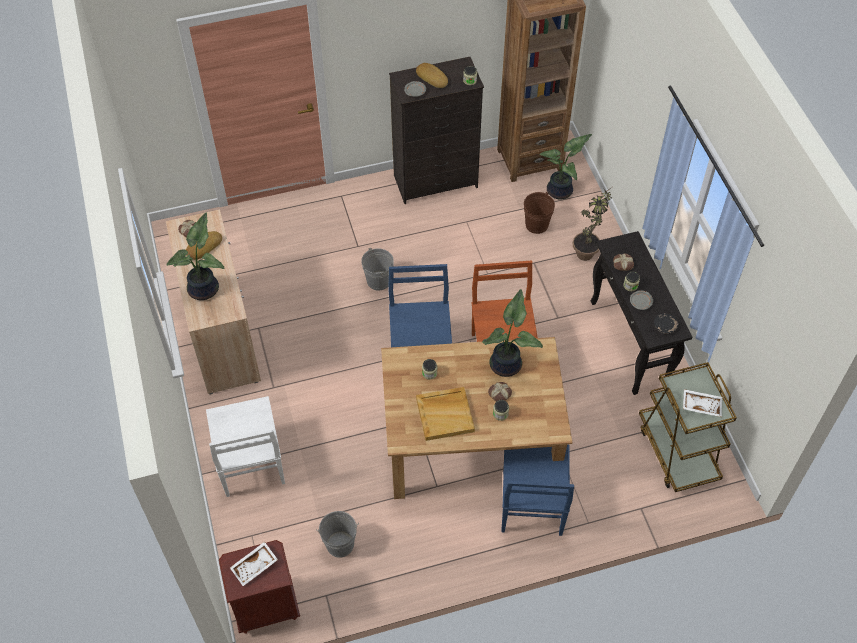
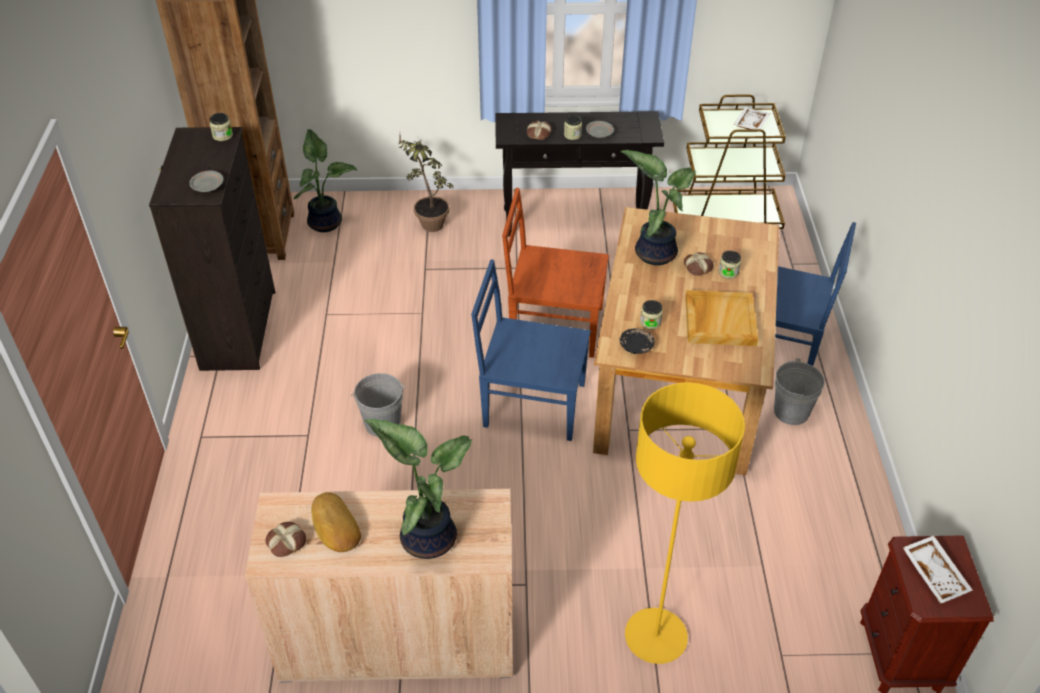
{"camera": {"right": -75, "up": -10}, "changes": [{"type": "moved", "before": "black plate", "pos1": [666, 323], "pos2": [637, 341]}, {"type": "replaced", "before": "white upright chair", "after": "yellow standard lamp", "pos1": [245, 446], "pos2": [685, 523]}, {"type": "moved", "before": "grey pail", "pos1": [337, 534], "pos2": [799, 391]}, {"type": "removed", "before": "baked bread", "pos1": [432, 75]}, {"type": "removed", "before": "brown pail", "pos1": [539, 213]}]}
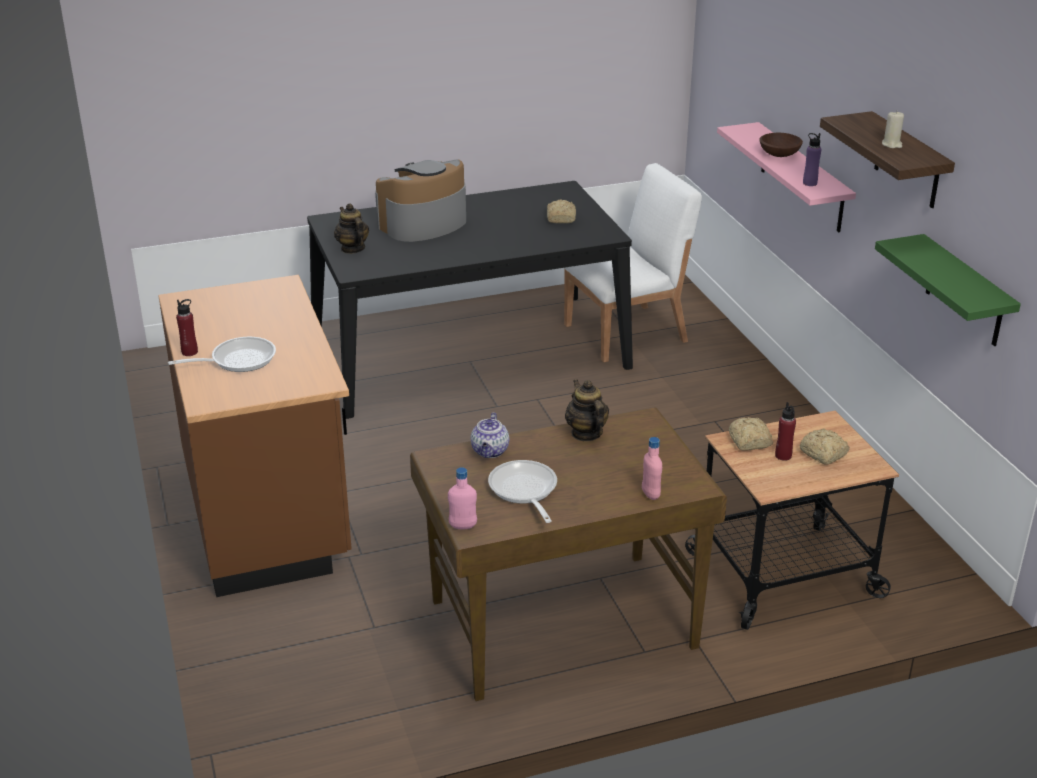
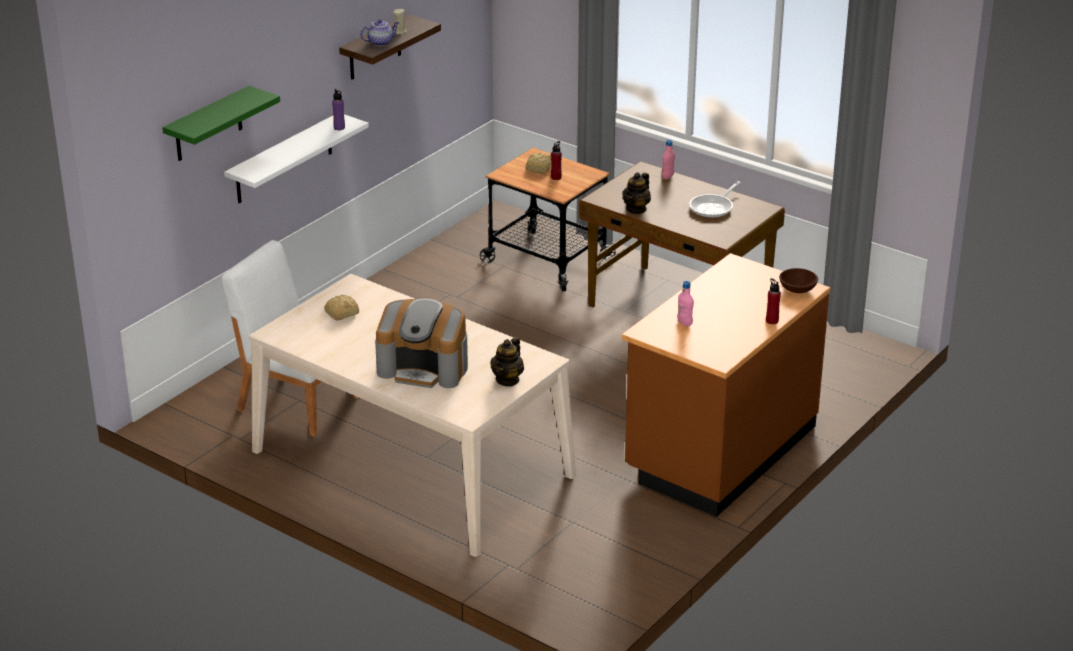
{"camera": {"right": -125, "up": 0}, "changes": [{"type": "moved", "before": "greenish shelf", "pos1": [948, 290], "pos2": [221, 123]}, {"type": "recoloured", "before": "pink-coloured shelf", "after": "white shelf", "pos1": [786, 177], "pos2": [296, 158]}, {"type": "recoloured", "before": "black kitchen table", "after": "beige-coloured kitchen table", "pos1": [470, 300], "pos2": [412, 415]}, {"type": "moved", "before": "pot for tea", "pos1": [490, 435], "pos2": [379, 32]}, {"type": "moved", "before": "pink-coloured beverage bottle", "pos1": [462, 498], "pos2": [685, 303]}, {"type": "moved", "before": "brown deep dish", "pos1": [781, 145], "pos2": [798, 280]}, {"type": "removed", "before": "frying pan", "pos1": [222, 354]}, {"type": "removed", "before": "baked bread", "pos1": [750, 434]}]}
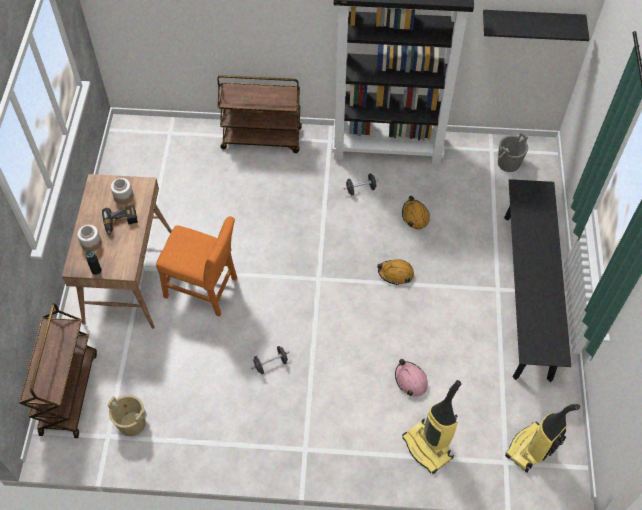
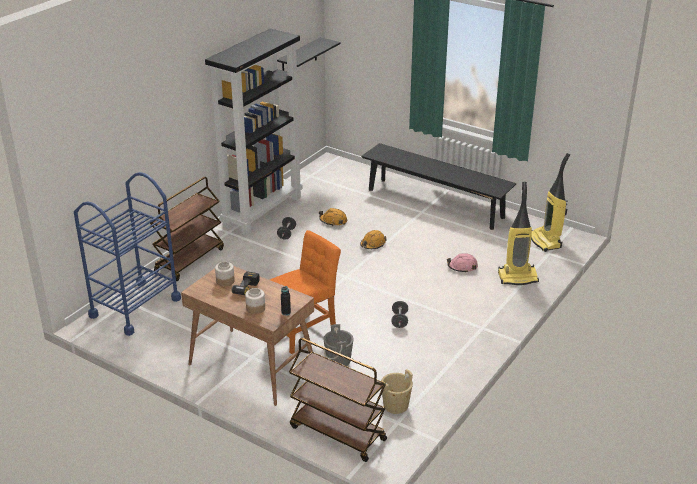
{"camera": {"right": -60, "up": -25}, "changes": [{"type": "added", "after": "blue trolley", "pos2": [127, 254]}, {"type": "moved", "before": "grey pail", "pos1": [512, 152], "pos2": [338, 345]}]}
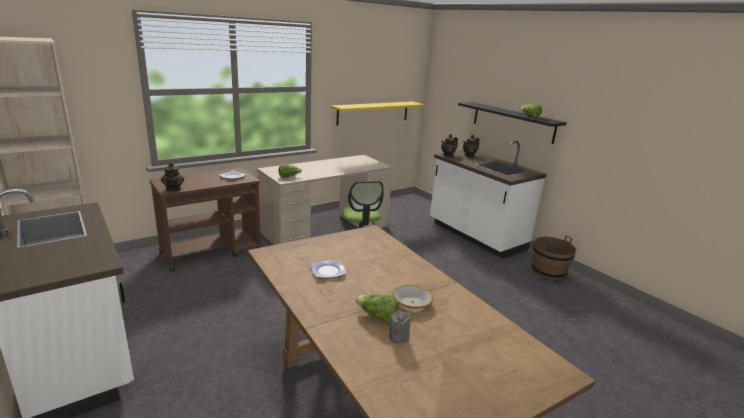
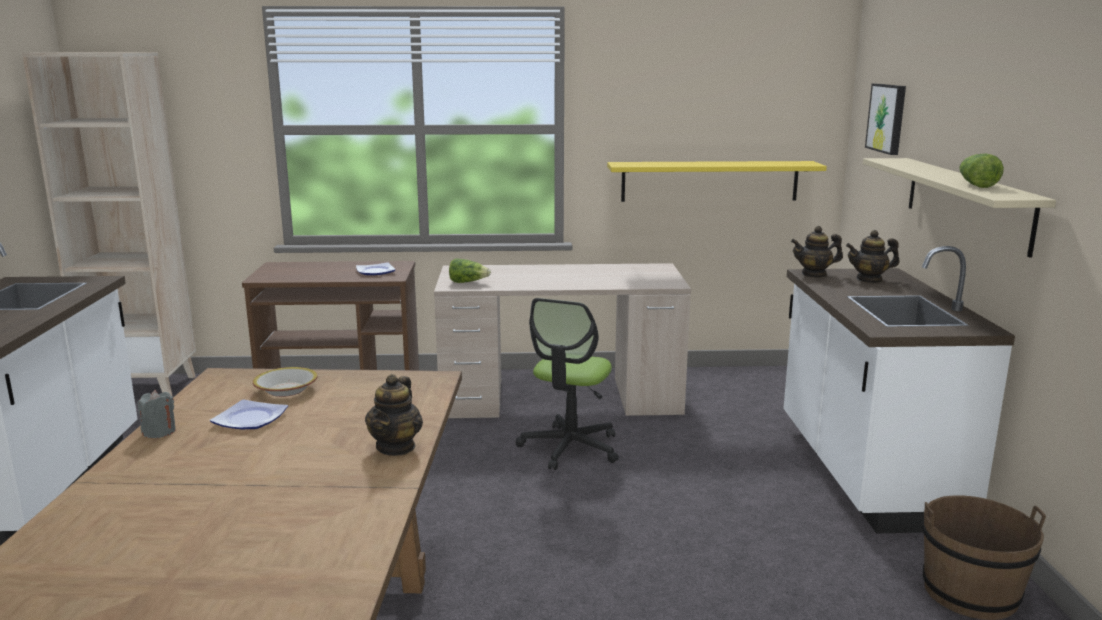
{"camera": {"right": 35, "up": -5}, "changes": [{"type": "moved", "before": "grey candle", "pos1": [400, 327], "pos2": [157, 414]}, {"type": "moved", "before": "deep dish", "pos1": [412, 297], "pos2": [285, 382]}, {"type": "moved", "before": "pot for tea", "pos1": [172, 177], "pos2": [394, 415]}, {"type": "recoloured", "before": "black shelf", "after": "beige-coloured shelf", "pos1": [512, 123], "pos2": [959, 208]}, {"type": "added", "after": "wall art", "pos2": [885, 119]}, {"type": "removed", "before": "lettuce", "pos1": [377, 308]}]}
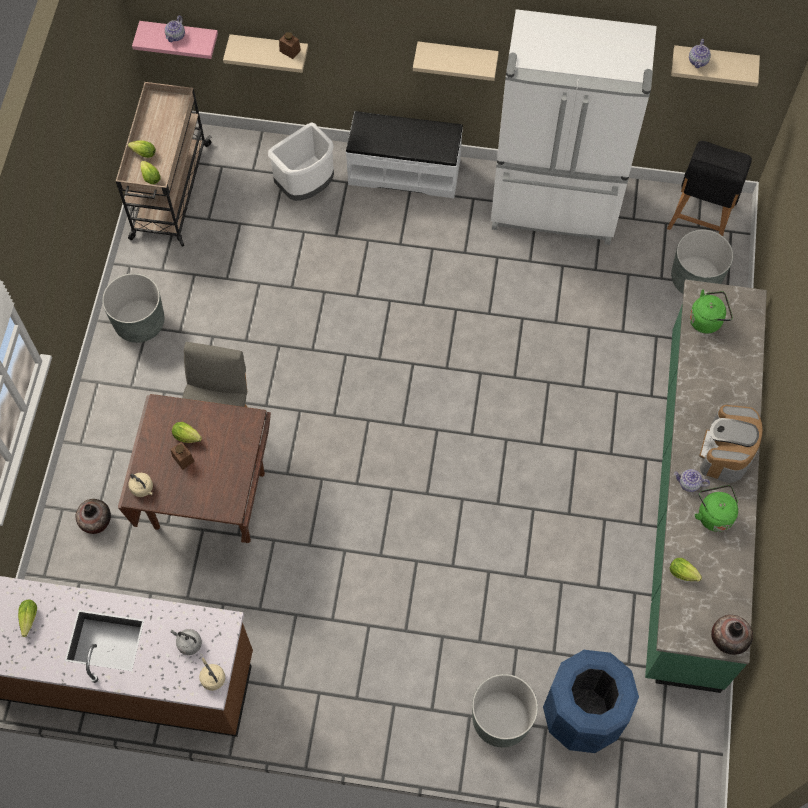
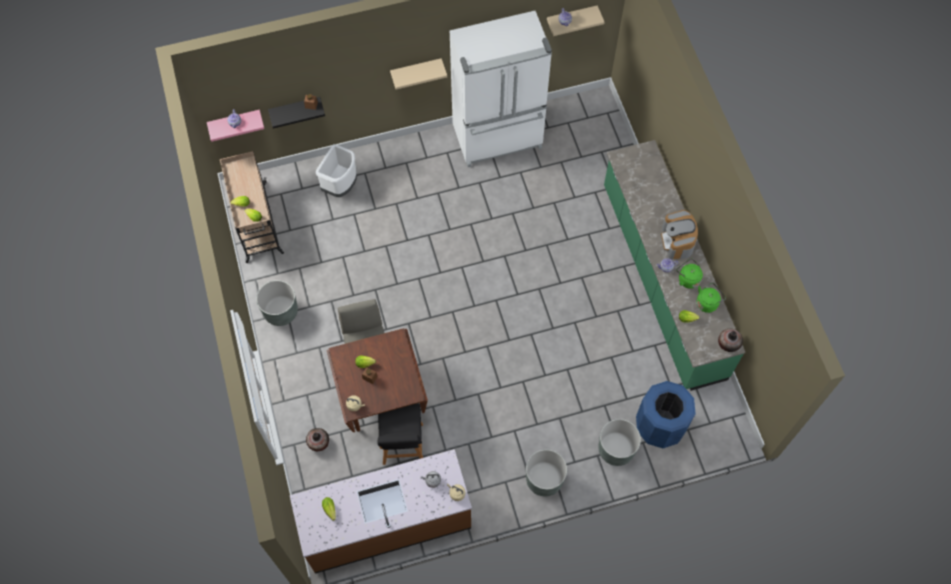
{"camera": {"right": -25, "up": 0}, "changes": [{"type": "recoloured", "before": "beige-coloured shelf", "after": "black shelf", "pos1": [265, 53], "pos2": [296, 113]}, {"type": "moved", "before": "black upright chair", "pos1": [709, 188], "pos2": [400, 434]}, {"type": "moved", "before": "grey planter", "pos1": [702, 262], "pos2": [546, 472]}, {"type": "moved", "before": "greenish kettle", "pos1": [711, 311], "pos2": [711, 298]}, {"type": "removed", "before": "white bench", "pos1": [404, 155]}]}
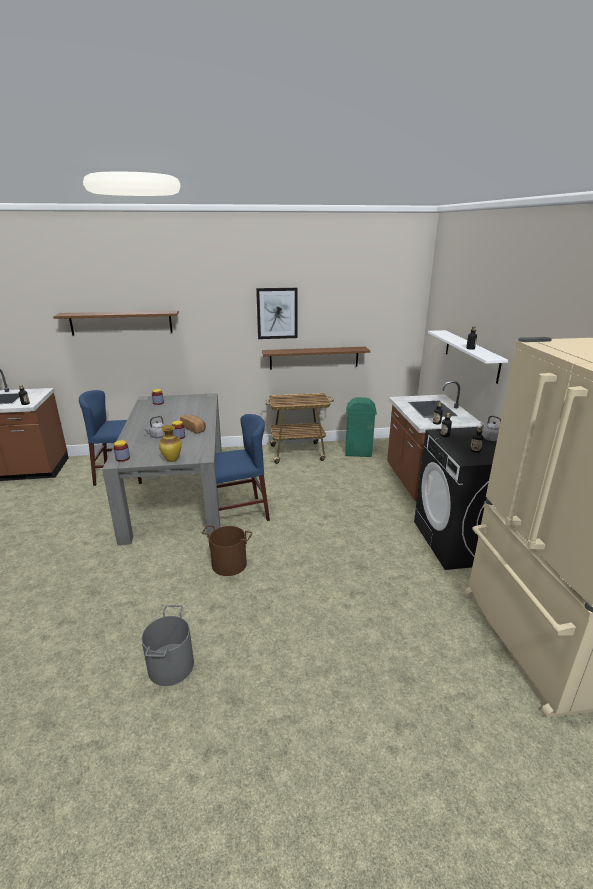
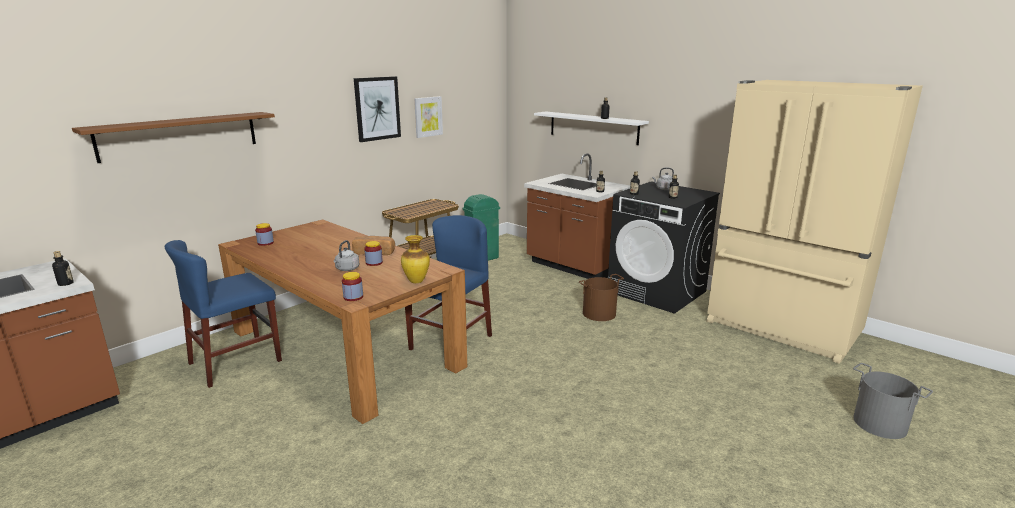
{"camera": {"right": -40, "up": -5}, "changes": [{"type": "recoloured", "before": "grey kitchen table", "after": "brown kitchen table", "pos1": [162, 469], "pos2": [342, 322]}, {"type": "added", "after": "wall art", "pos2": [428, 117]}, {"type": "moved", "before": "brown pail", "pos1": [227, 550], "pos2": [601, 297]}, {"type": "moved", "before": "grey pail", "pos1": [168, 645], "pos2": [893, 401]}, {"type": "removed", "before": "brown shelf", "pos1": [316, 358]}]}
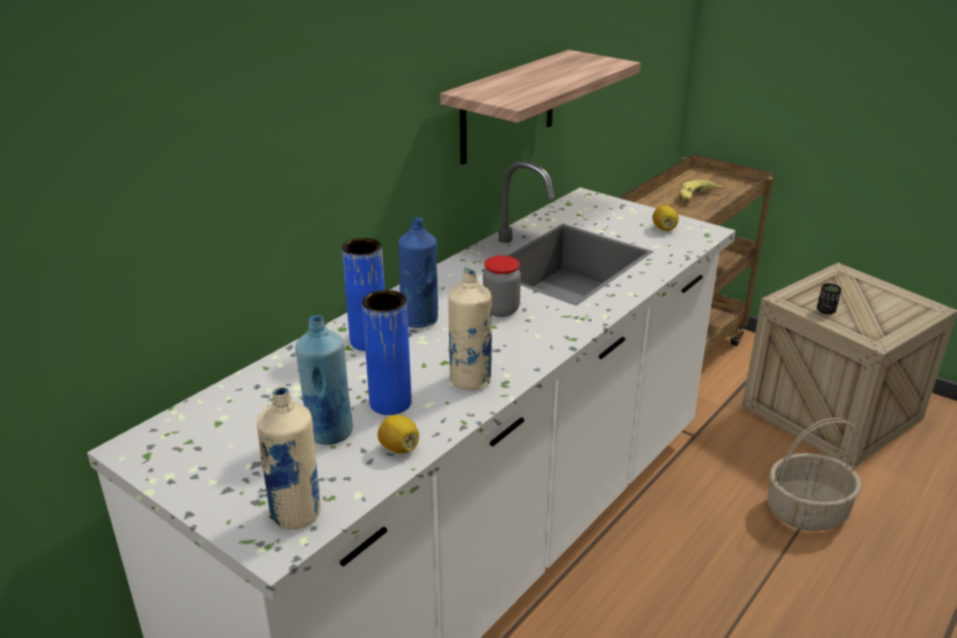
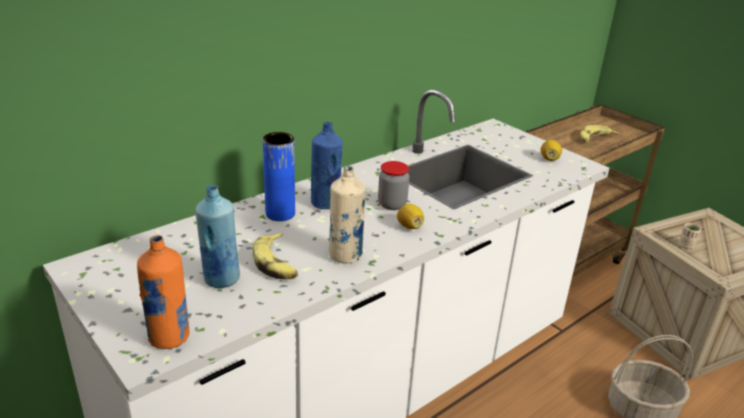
{"camera": {"right": 10, "up": 0}, "changes": [{"type": "recoloured", "before": "beige-coloured beverage bottle", "after": "orange beverage bottle", "pos1": [289, 458], "pos2": [163, 292]}, {"type": "replaced", "before": "blue flower vase", "after": "banana", "pos1": [387, 352], "pos2": [275, 256]}, {"type": "moved", "before": "citrus fruit", "pos1": [398, 434], "pos2": [410, 216]}, {"type": "recoloured", "before": "black small cup", "after": "beige-coloured small cup", "pos1": [829, 299], "pos2": [690, 236]}, {"type": "removed", "before": "shelf", "pos1": [540, 107]}]}
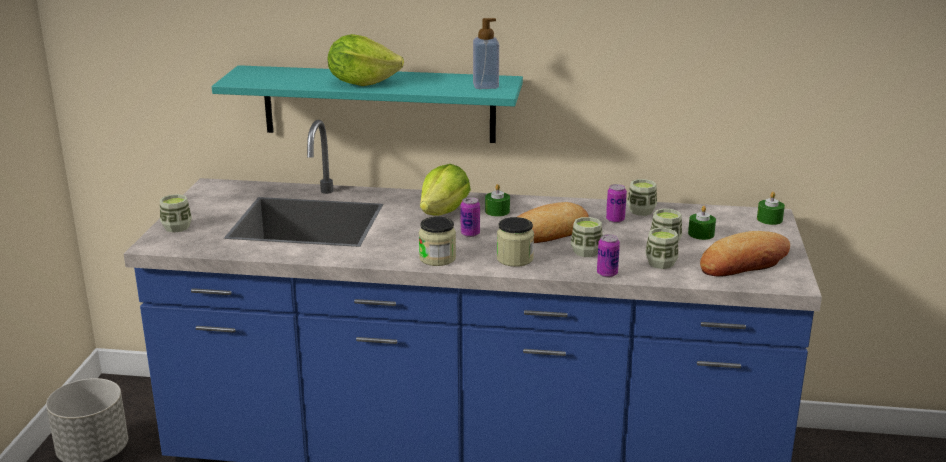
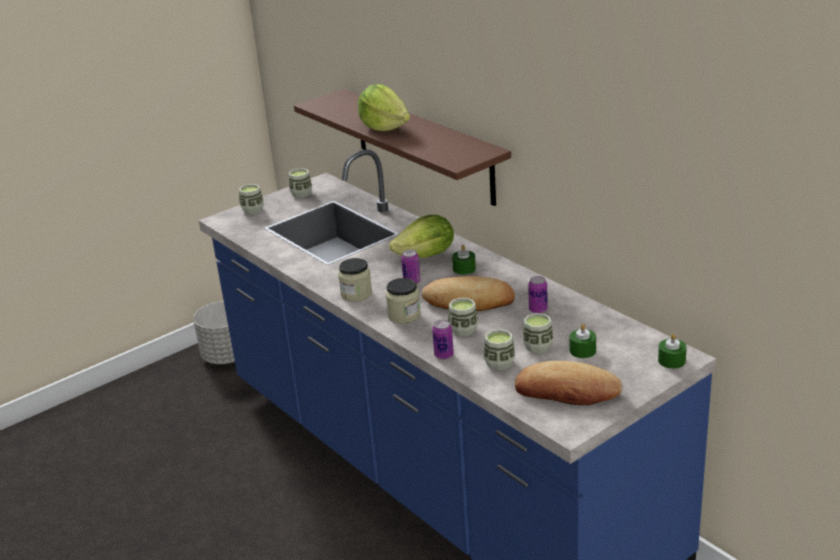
{"camera": {"right": 45, "up": 5}, "changes": [{"type": "moved", "before": "small cup", "pos1": [642, 197], "pos2": [300, 183]}, {"type": "recoloured", "before": "turquoise-coloured shelf", "after": "brown shelf", "pos1": [367, 104], "pos2": [402, 147]}, {"type": "removed", "before": "soap dispenser", "pos1": [486, 53]}]}
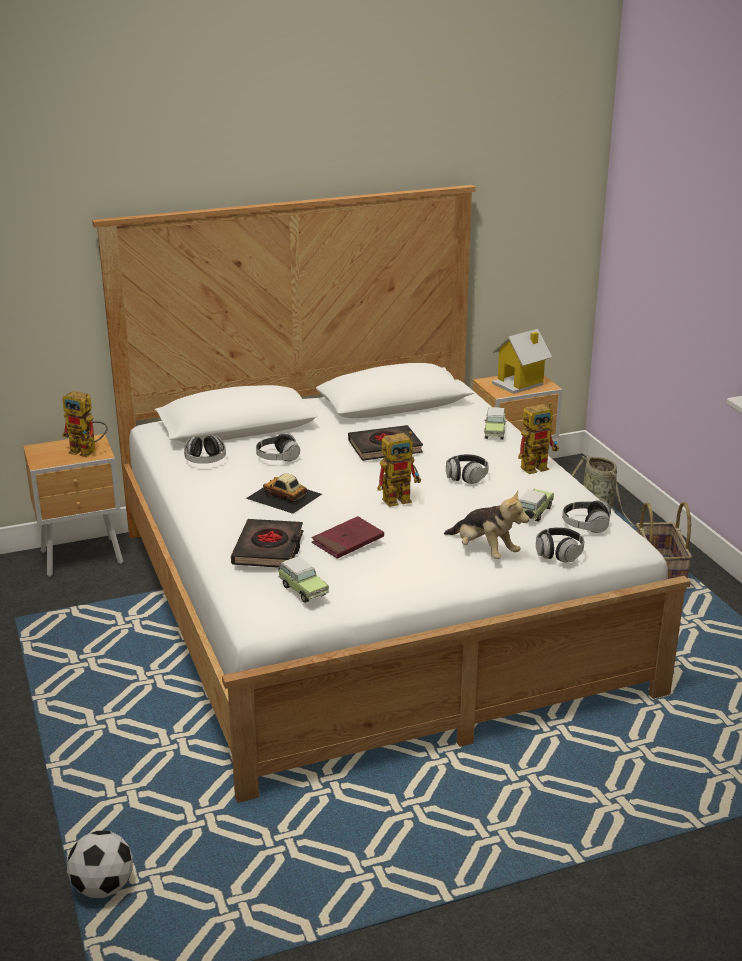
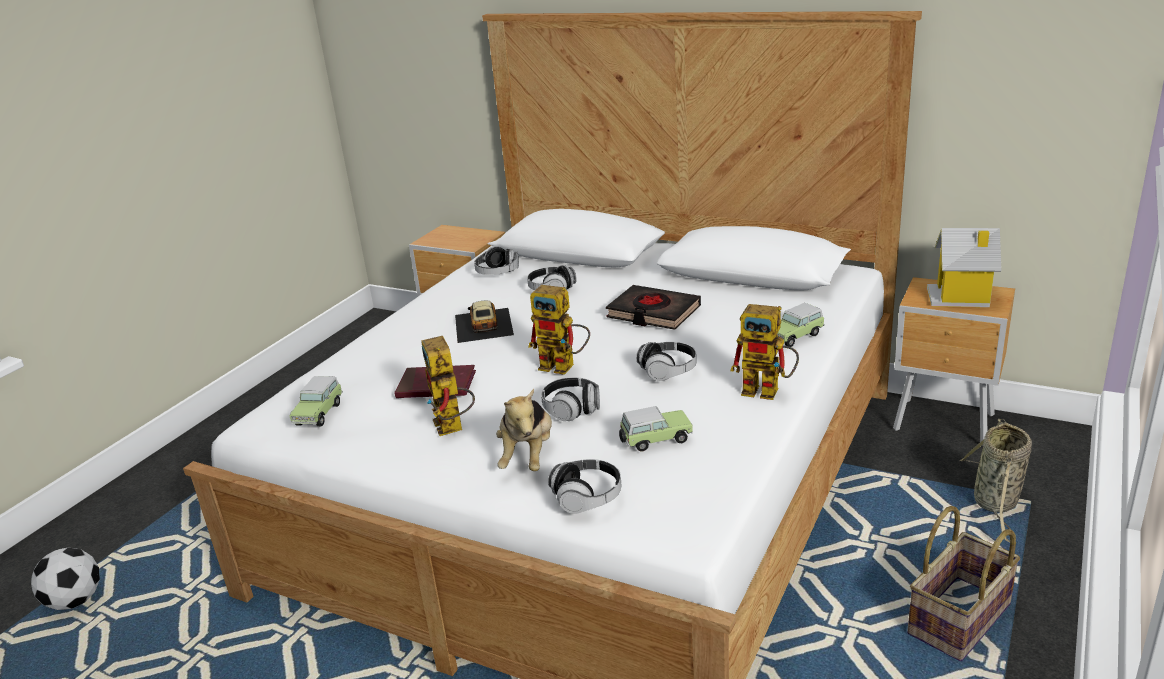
{"camera": {"right": 50, "up": 0}, "changes": [{"type": "moved", "before": "model robot", "pos1": [85, 424], "pos2": [448, 386]}, {"type": "moved", "before": "headphones", "pos1": [586, 516], "pos2": [570, 399]}, {"type": "removed", "before": "black volume", "pos1": [267, 543]}]}
